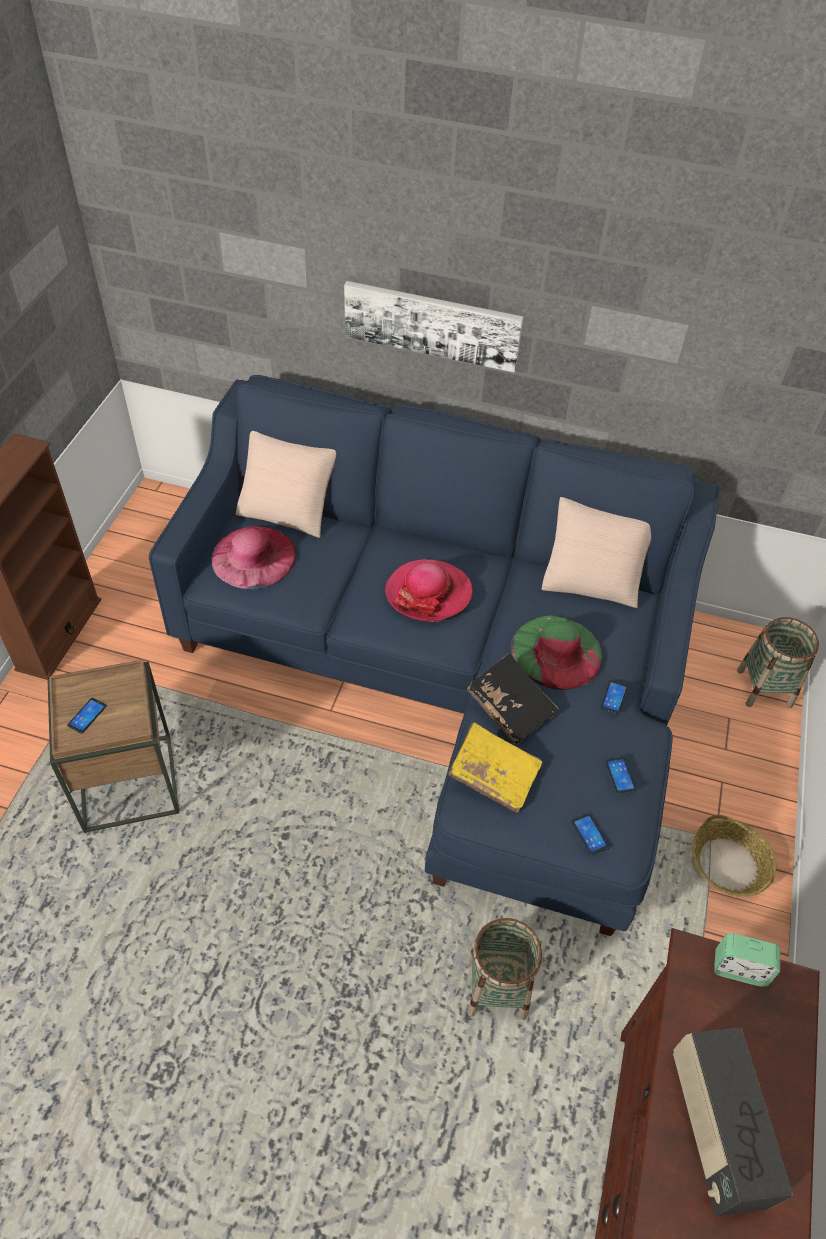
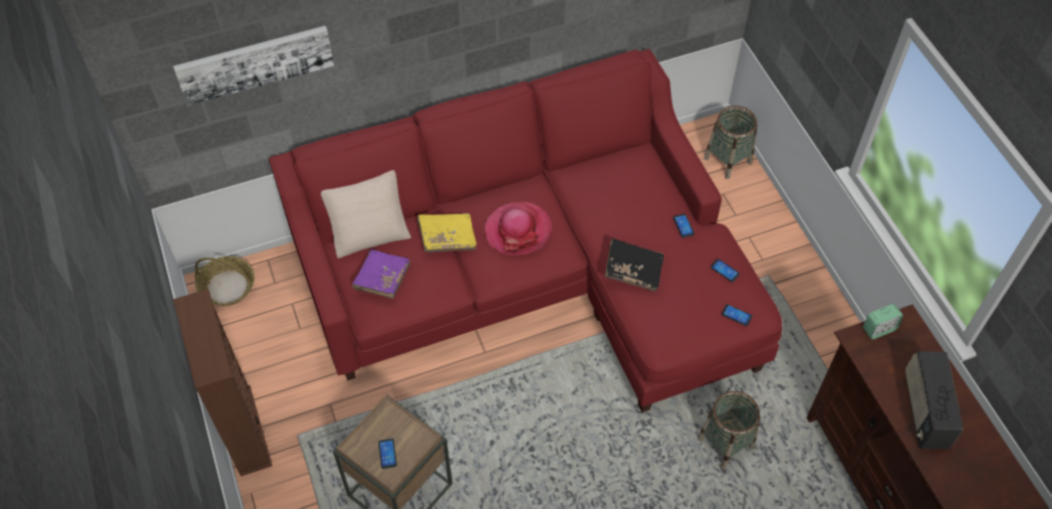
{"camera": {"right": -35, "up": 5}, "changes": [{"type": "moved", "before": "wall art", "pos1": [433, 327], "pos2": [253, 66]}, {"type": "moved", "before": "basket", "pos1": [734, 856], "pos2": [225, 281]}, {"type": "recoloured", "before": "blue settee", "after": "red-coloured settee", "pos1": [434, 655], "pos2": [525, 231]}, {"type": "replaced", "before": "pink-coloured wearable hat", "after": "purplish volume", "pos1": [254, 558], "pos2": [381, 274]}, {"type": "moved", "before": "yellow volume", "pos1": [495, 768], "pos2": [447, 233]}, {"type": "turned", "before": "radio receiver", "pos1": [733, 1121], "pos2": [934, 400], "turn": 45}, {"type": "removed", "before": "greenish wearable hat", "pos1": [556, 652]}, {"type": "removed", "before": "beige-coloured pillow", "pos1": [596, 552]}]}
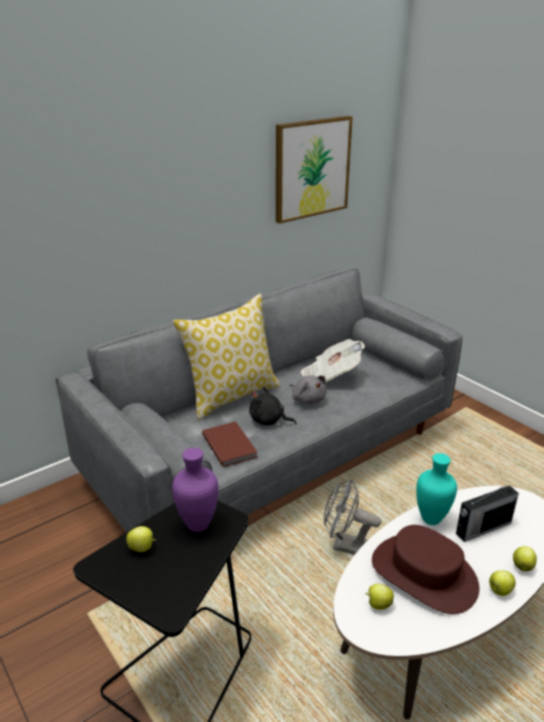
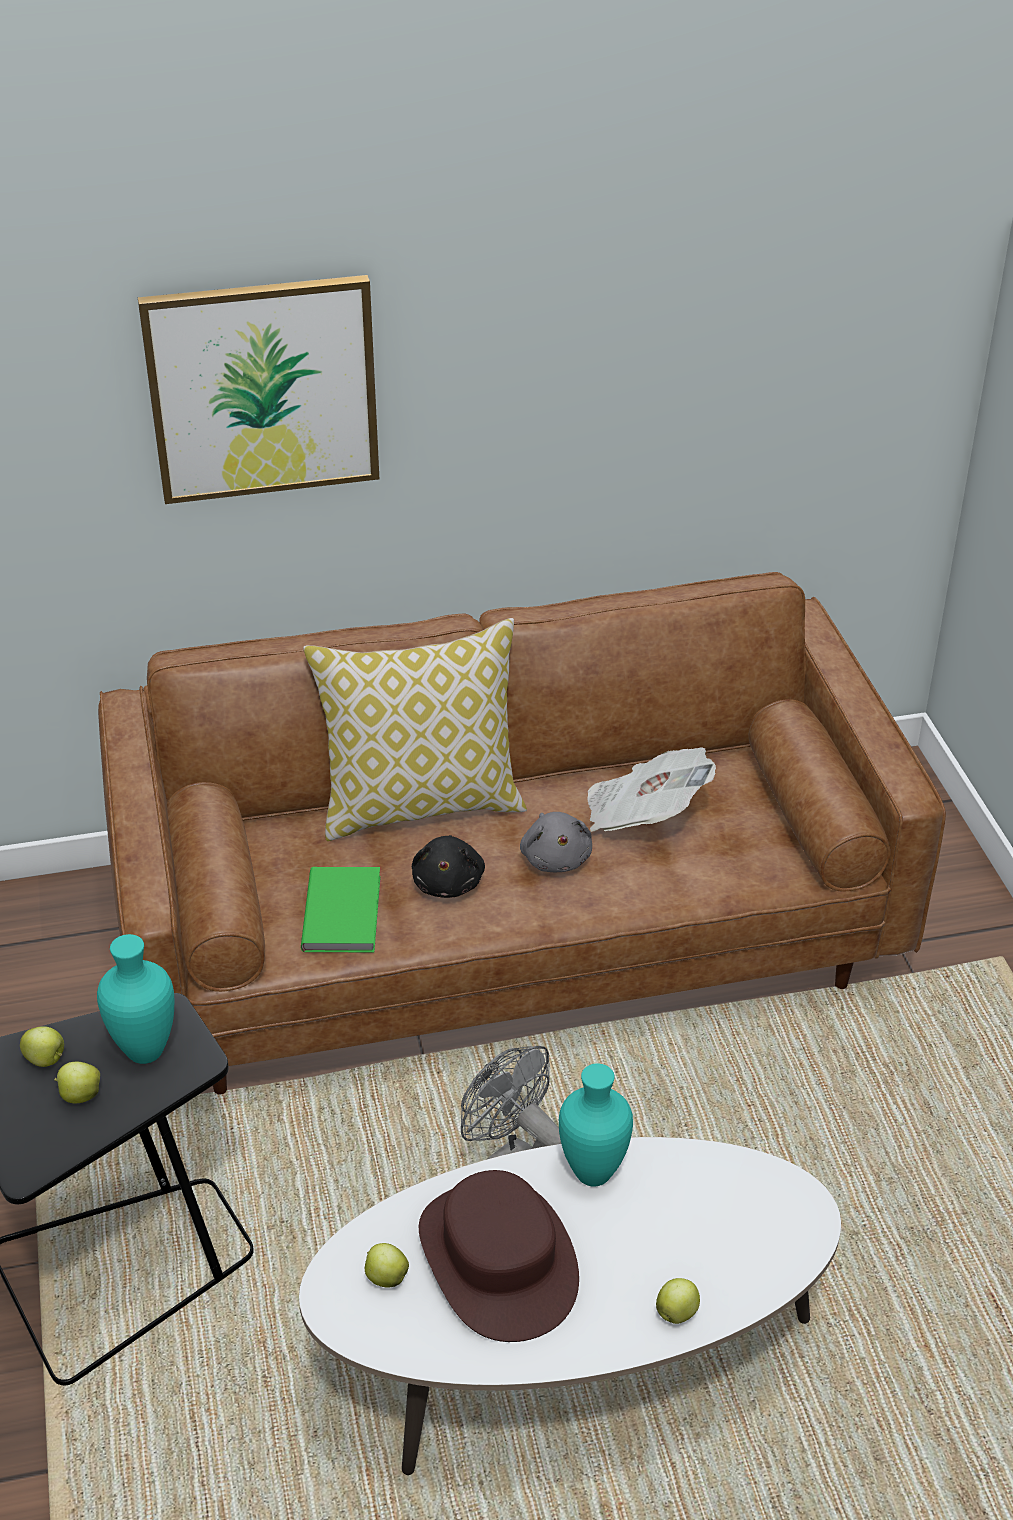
{"camera": {"right": 25, "up": 10}, "changes": [{"type": "moved", "before": "apple fruit", "pos1": [502, 583], "pos2": [77, 1082]}, {"type": "recoloured", "before": "purplish flower vase", "after": "turquoise-coloured flower vase", "pos1": [195, 489], "pos2": [135, 999]}, {"type": "recoloured", "before": "grey settee", "after": "brown settee", "pos1": [259, 400], "pos2": [522, 833]}, {"type": "moved", "before": "wall art", "pos1": [314, 170], "pos2": [258, 389]}, {"type": "recoloured", "before": "brown volume", "after": "greenish volume", "pos1": [230, 444], "pos2": [341, 909]}, {"type": "turned", "before": "black soft toy", "pos1": [273, 406], "pos2": [448, 866], "turn": -135}, {"type": "removed", "before": "radio receiver", "pos1": [487, 512]}]}
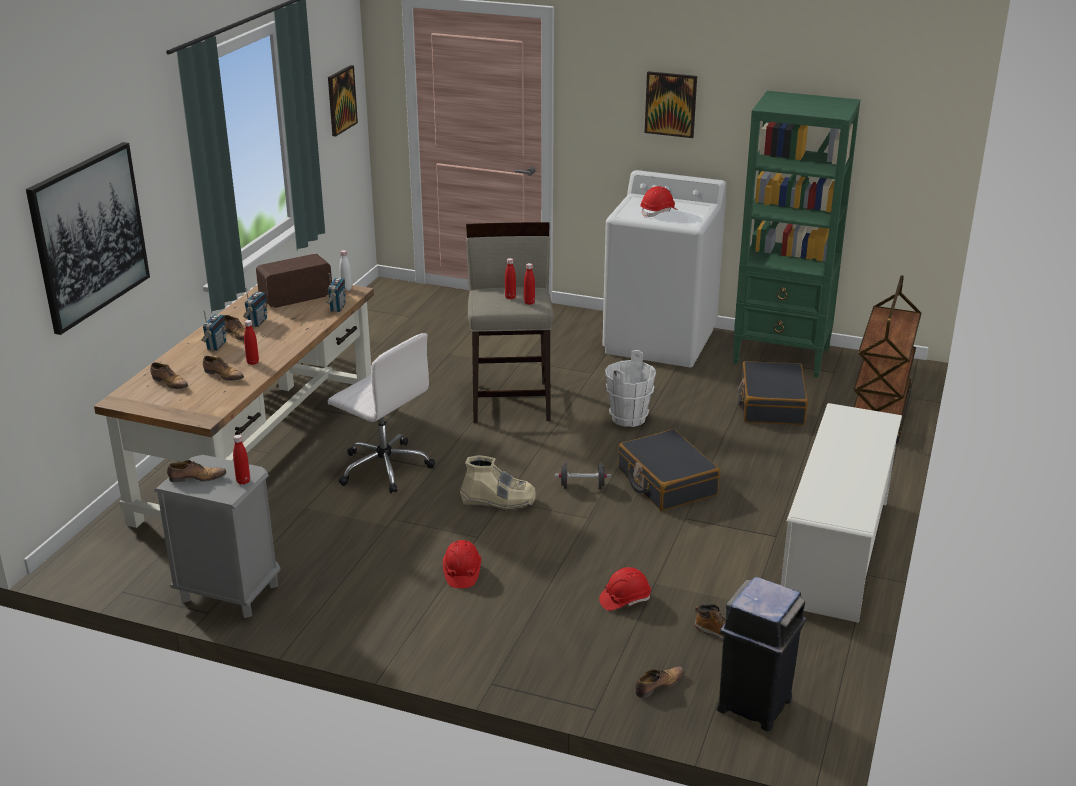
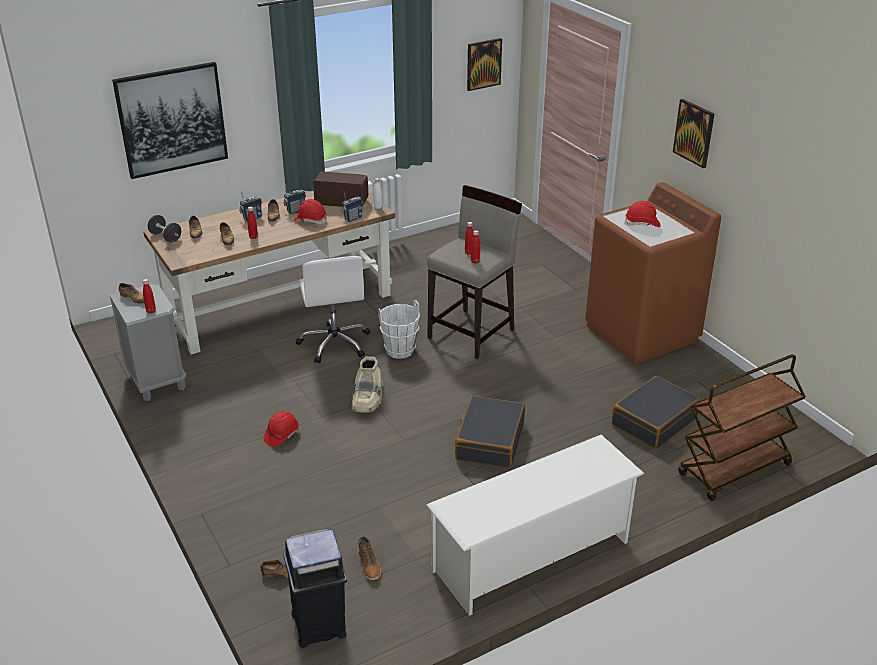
{"camera": {"right": 40, "up": 5}, "changes": [{"type": "moved", "before": "black free weight", "pos1": [583, 475], "pos2": [164, 229]}, {"type": "moved", "before": "red-coloured work helmet", "pos1": [625, 589], "pos2": [310, 211]}, {"type": "turned", "before": "beige-coloured tall boot", "pos1": [498, 483], "pos2": [367, 384], "turn": 45}, {"type": "moved", "before": "white pail", "pos1": [630, 388], "pos2": [399, 329]}, {"type": "recoloured", "before": "white laundry appliance", "after": "brown laundry appliance", "pos1": [664, 268], "pos2": [653, 273]}, {"type": "removed", "before": "greenish shelving unit", "pos1": [796, 234]}]}
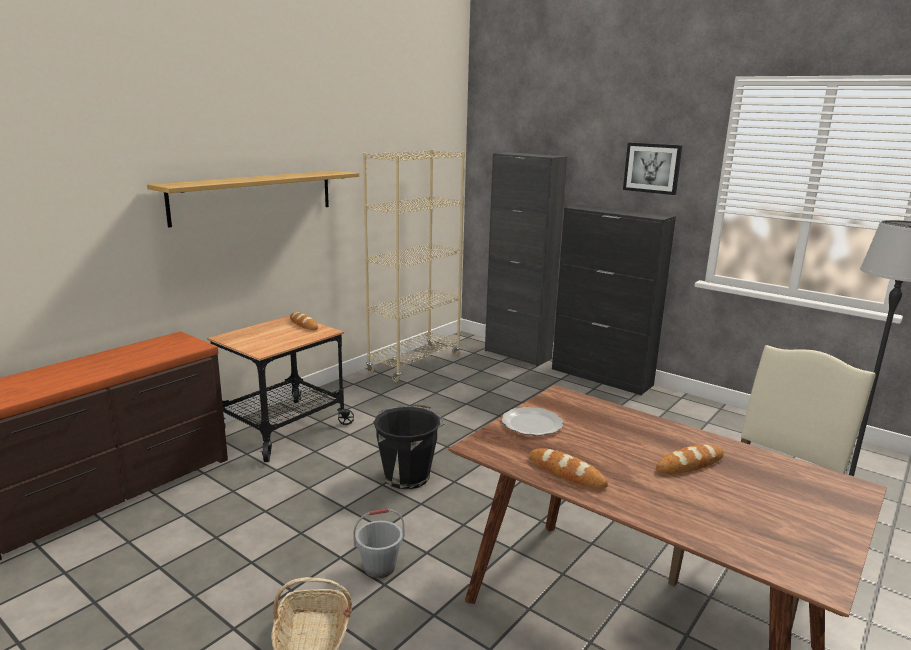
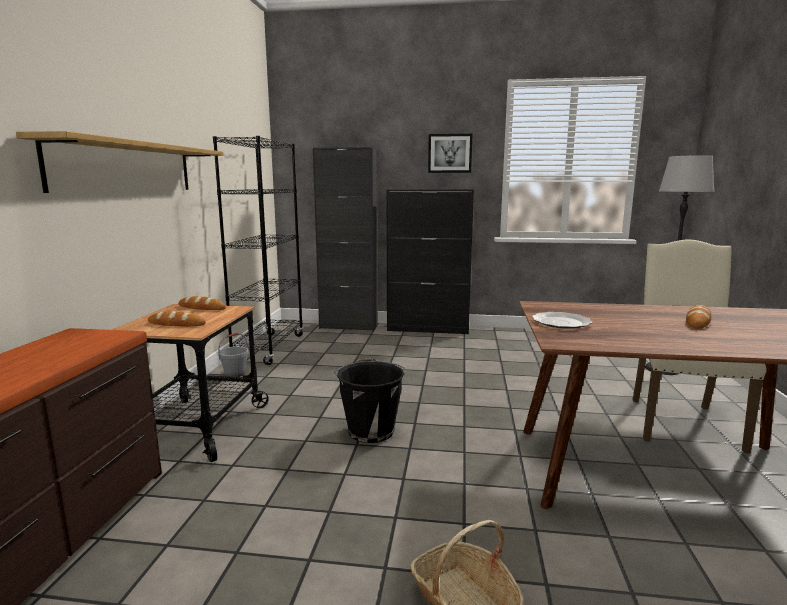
{"camera": {"right": -30, "up": -5}, "changes": [{"type": "moved", "before": "baked bread", "pos1": [569, 468], "pos2": [177, 318]}, {"type": "recoloured", "before": "beige-coloured shelving unit", "after": "black shelving unit", "pos1": [414, 265], "pos2": [258, 250]}, {"type": "moved", "before": "grey pail", "pos1": [378, 543], "pos2": [233, 355]}]}
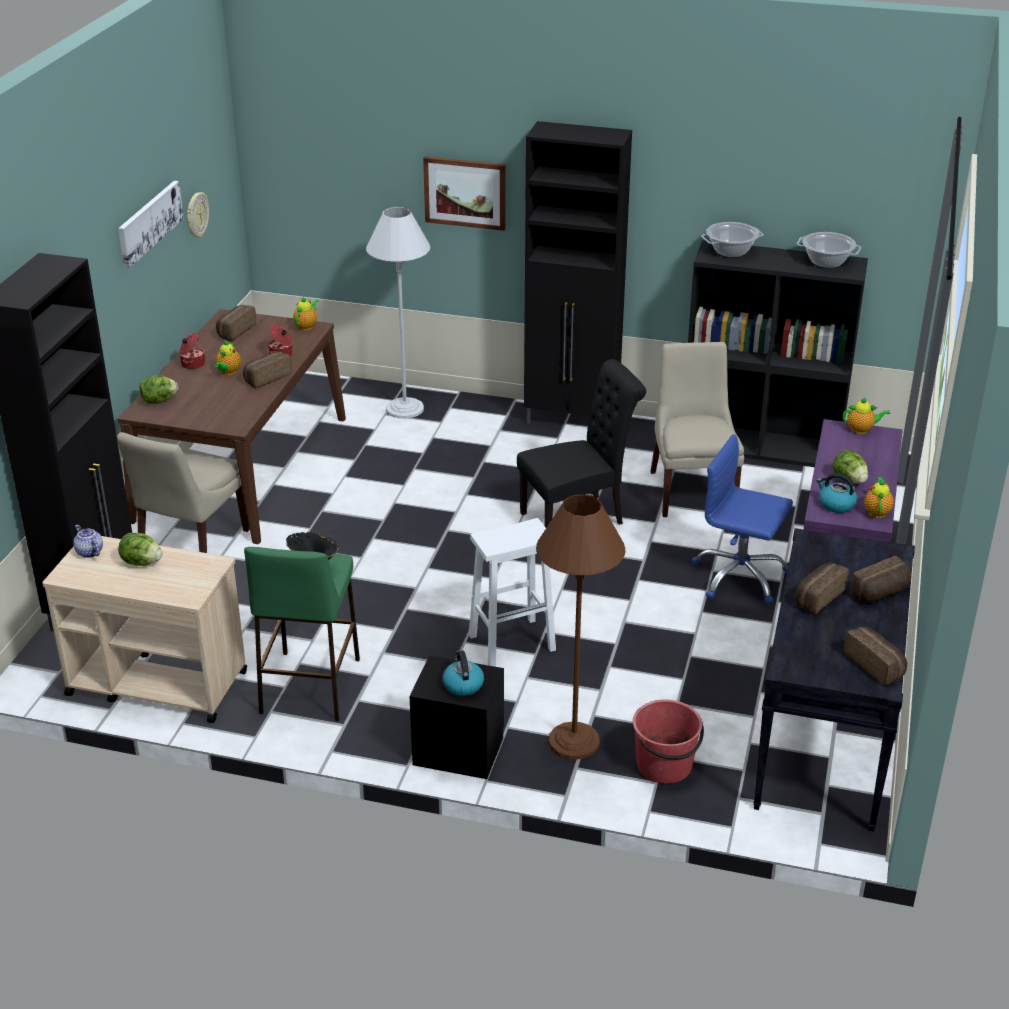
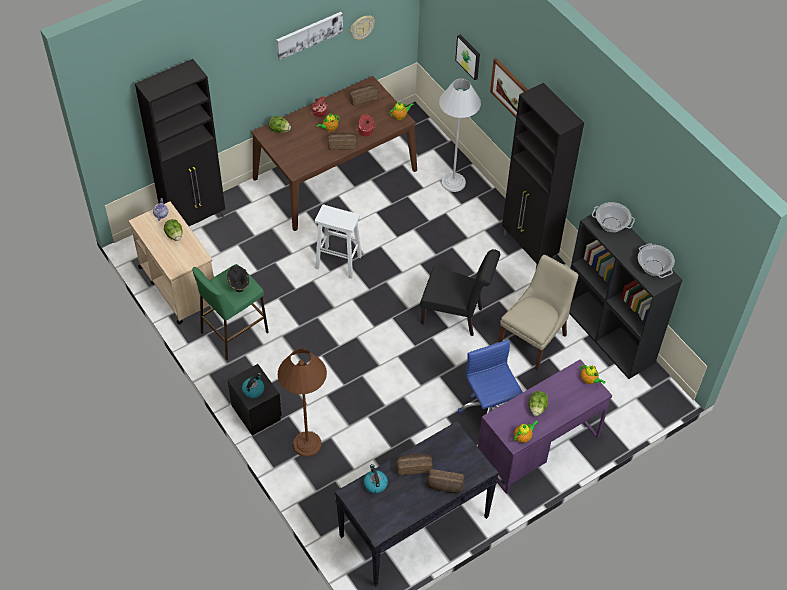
{"camera": {"right": 40, "up": 20}, "changes": [{"type": "moved", "before": "white sitting stool", "pos1": [512, 592], "pos2": [338, 241]}, {"type": "moved", "before": "kettle", "pos1": [837, 493], "pos2": [375, 479]}, {"type": "added", "after": "wall art", "pos2": [467, 57]}, {"type": "removed", "before": "beige-coloured upright chair", "pos1": [183, 492]}, {"type": "removed", "before": "red-coloured pail", "pos1": [668, 741]}, {"type": "removed", "before": "baked bread", "pos1": [875, 656]}]}
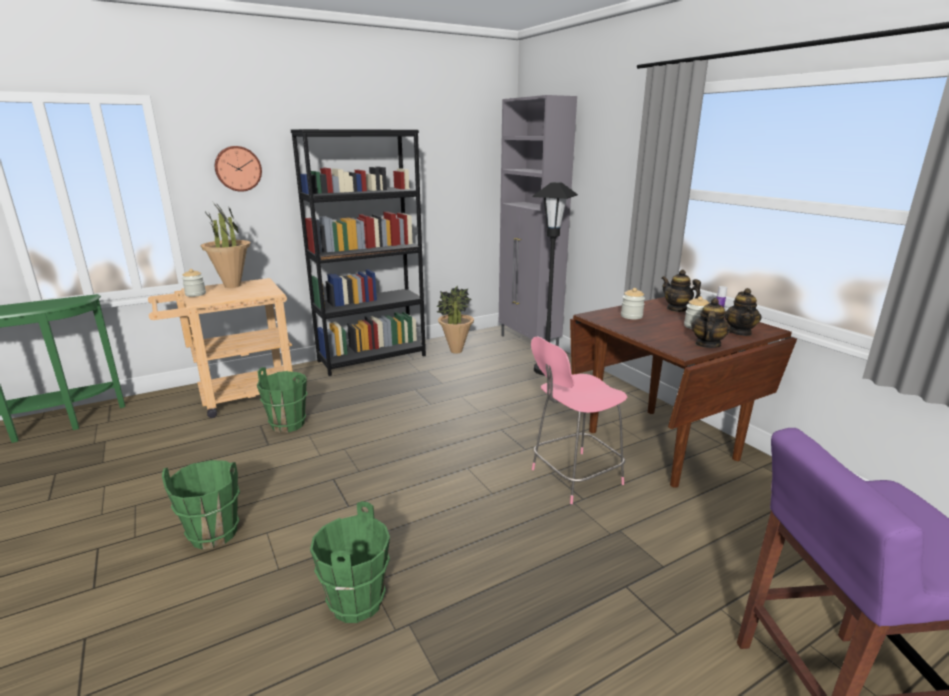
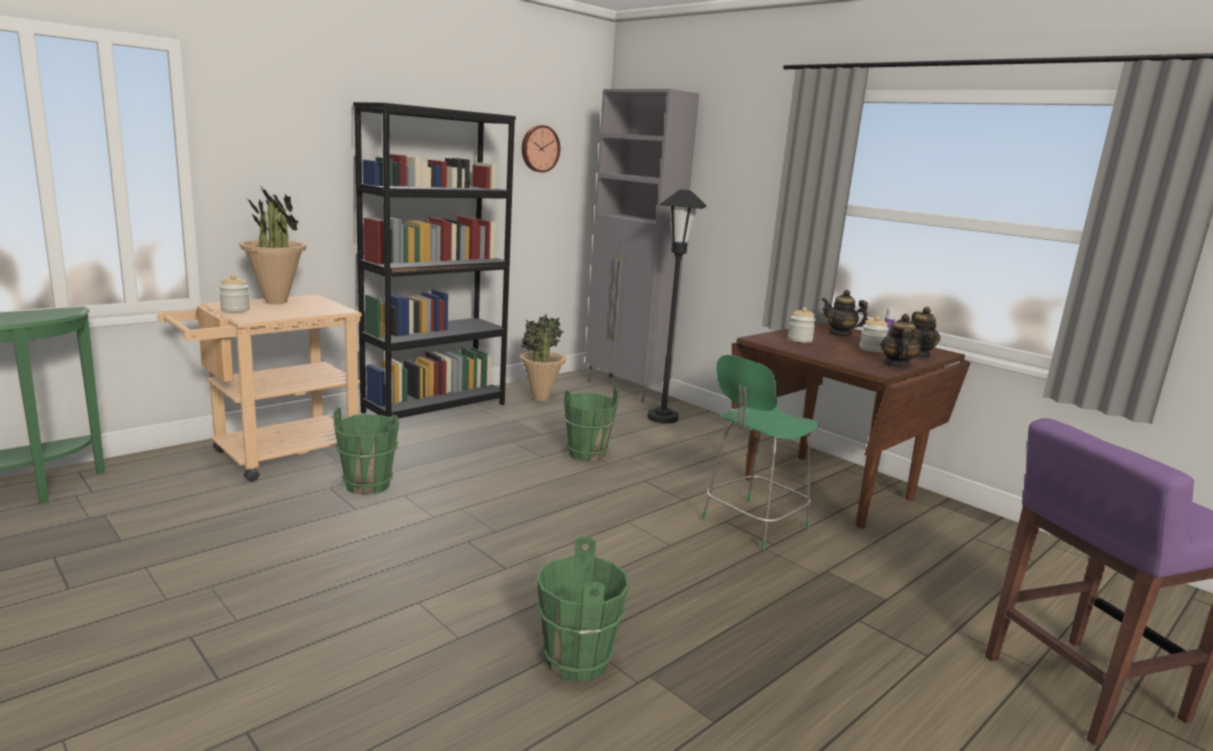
{"camera": {"right": -15, "up": -5}, "changes": [{"type": "moved", "before": "clock on the wall", "pos1": [238, 169], "pos2": [541, 148]}, {"type": "moved", "before": "greenish pail", "pos1": [201, 504], "pos2": [591, 424]}, {"type": "recoloured", "before": "pink-coloured upright chair", "after": "greenish upright chair", "pos1": [579, 420], "pos2": [760, 452]}]}
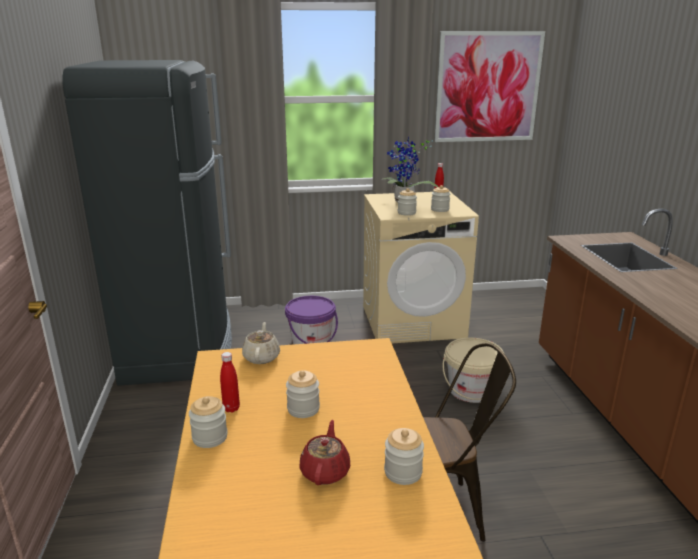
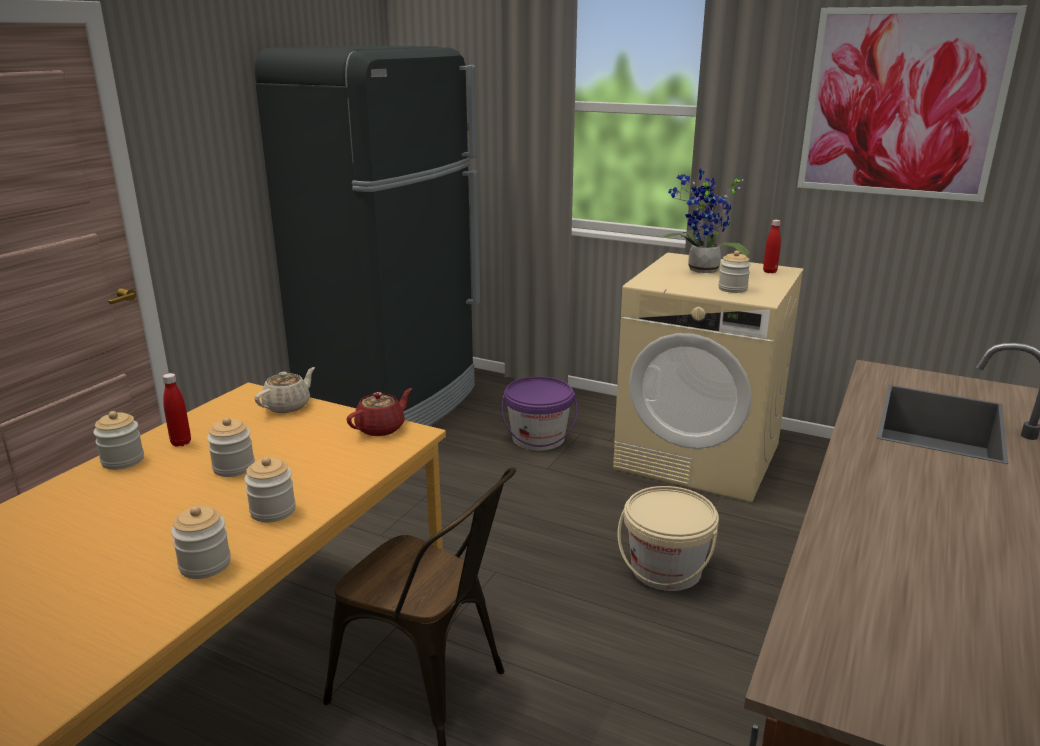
{"camera": {"right": 35, "up": 0}, "changes": [{"type": "moved", "before": "jar", "pos1": [407, 202], "pos2": [270, 489]}, {"type": "moved", "before": "red-coloured pot for tea", "pos1": [324, 452], "pos2": [379, 412]}]}
